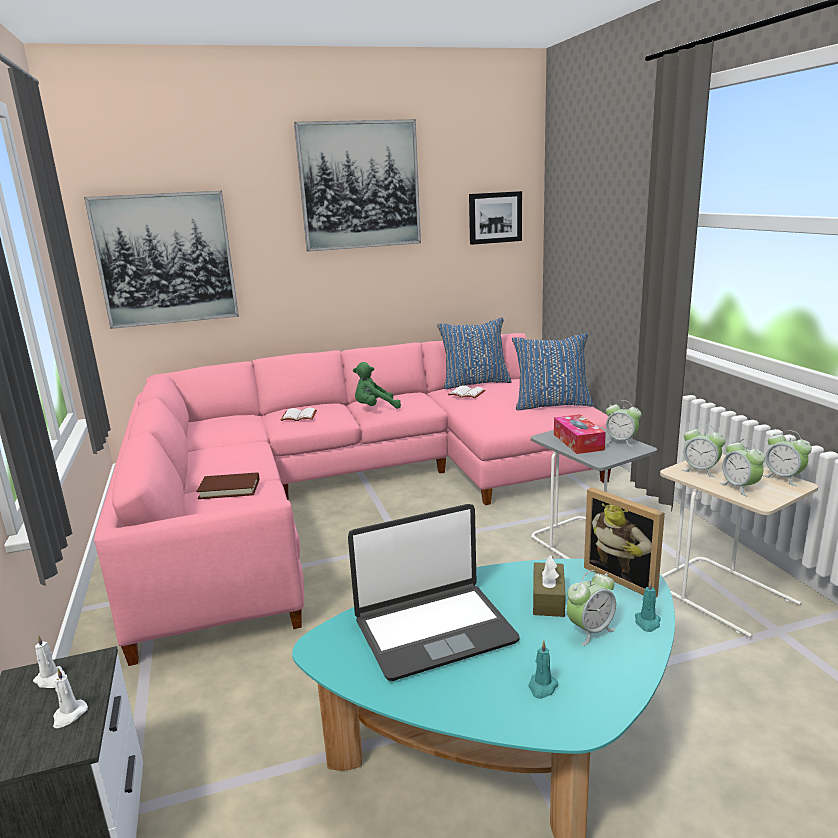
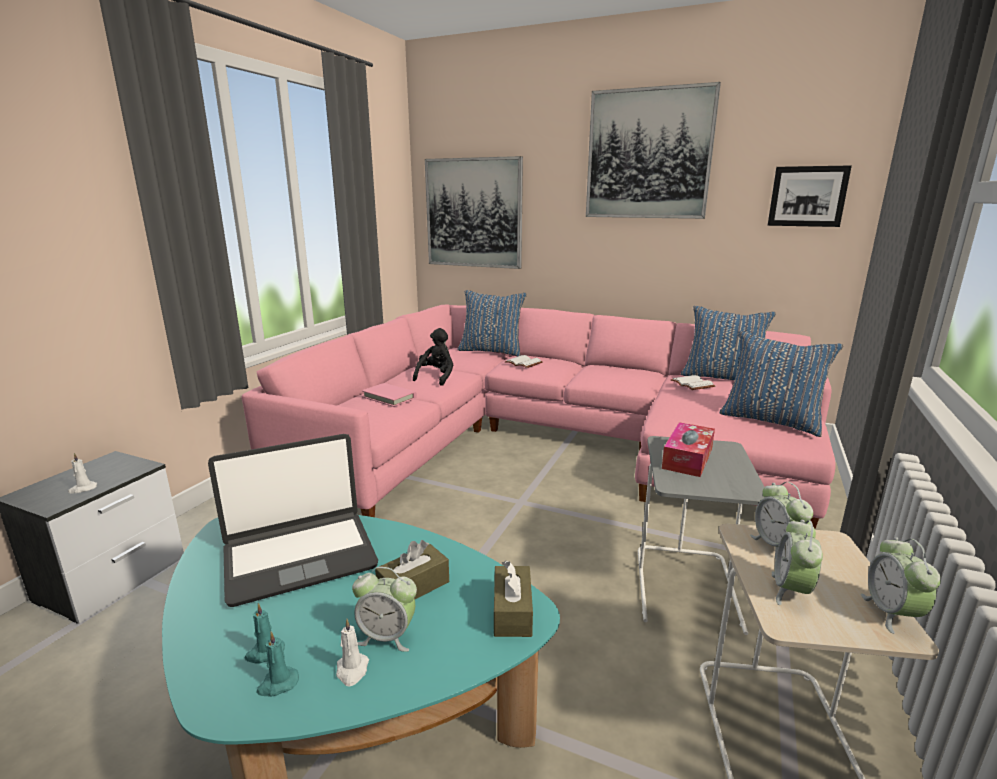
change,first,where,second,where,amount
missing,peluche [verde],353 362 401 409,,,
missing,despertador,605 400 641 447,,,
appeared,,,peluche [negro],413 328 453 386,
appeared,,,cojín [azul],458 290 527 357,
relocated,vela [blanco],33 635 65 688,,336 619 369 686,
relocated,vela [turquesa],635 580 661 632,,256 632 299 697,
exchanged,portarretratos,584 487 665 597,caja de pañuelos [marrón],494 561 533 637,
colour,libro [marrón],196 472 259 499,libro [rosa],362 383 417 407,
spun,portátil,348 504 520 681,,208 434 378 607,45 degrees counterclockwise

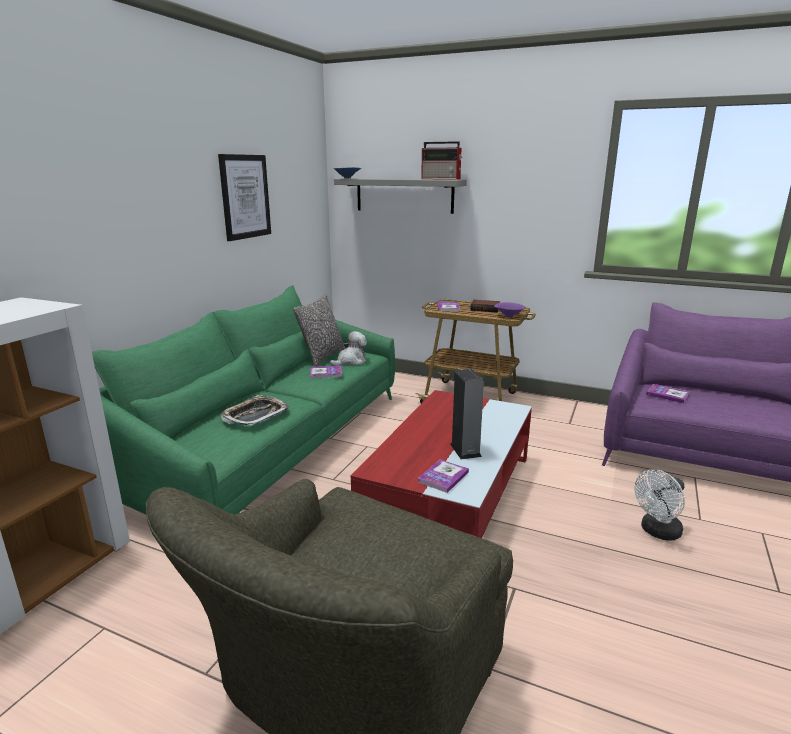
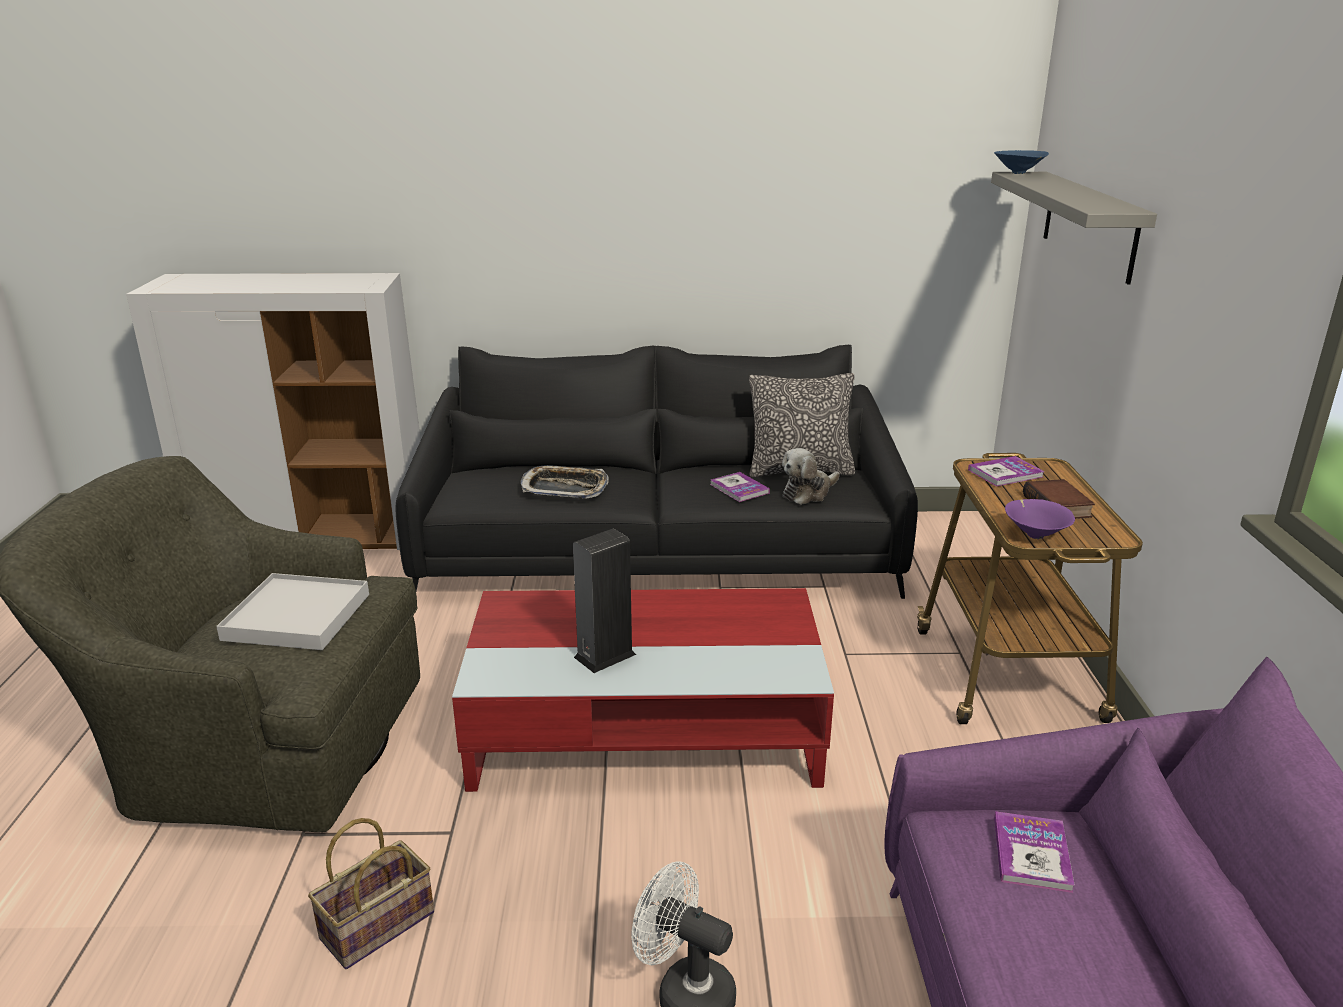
change,first,where,second,where,amount
missing,cuadro,218 154 271 241,,,
missing,libro,418 459 469 493,,,
missing,radio,421 141 462 180,,,
appeared,,,bandeja [blanco],216 573 369 650,
appeared,,,cesta,308 818 434 969,
colour,sofá [verde],92 285 395 514,sofá [negro],396 345 918 599,
spun,peluche,330 331 367 366,,782 448 840 505,120 degrees clockwise

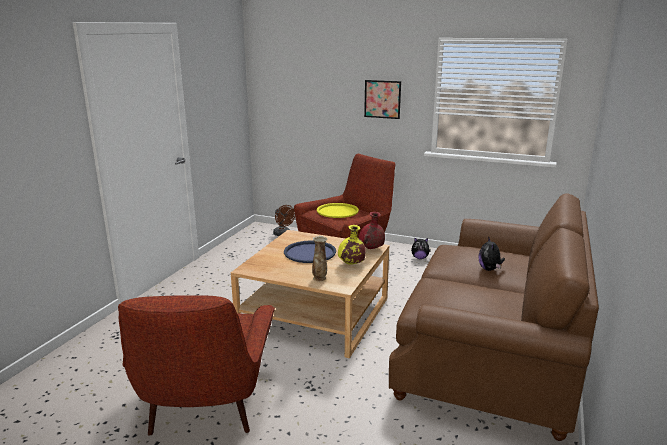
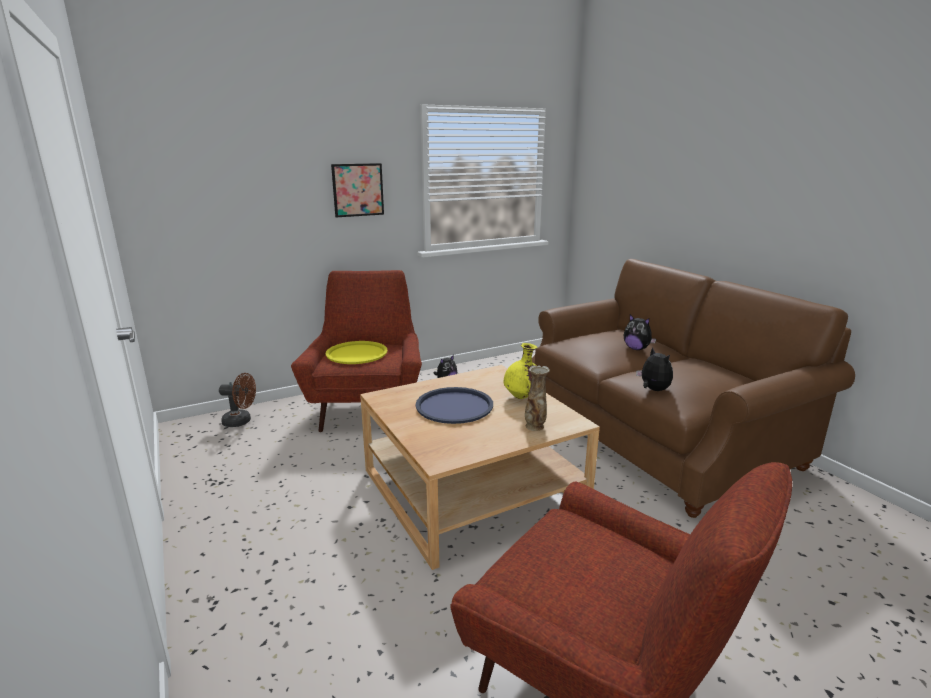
change,first,where,second,where,amount
missing,florero [rojo],359 212 385 249,,,
appeared,,,peluche,636 347 673 391,

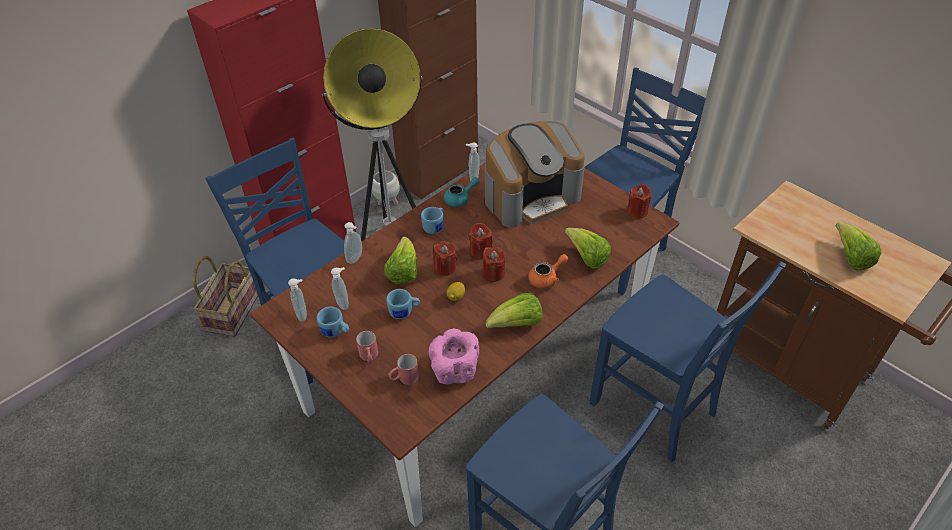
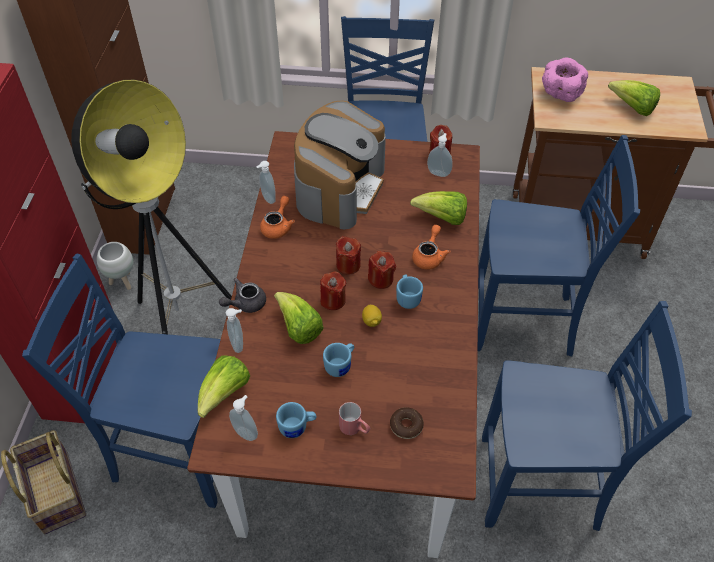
change,first,where,second,where,amount
appeared,,,tetera [gris],219 278 266 313,
relocated,dispensador de jabón,331 267 349 310,,427 133 453 177,
relocated,taza grande [azul],421 207 443 234,,396 275 423 309,
relocated,cuenco [rosa],429 328 479 385,,542 58 588 102,
relocated,lechuga,485 293 543 328,,198 355 250 418,
exchanged,taza grande [rojo],388 354 419 385,rosquilla,390 407 424 439,
colour,tetera [turquesa],444 177 480 207,tetera [naranja],260 196 295 239,

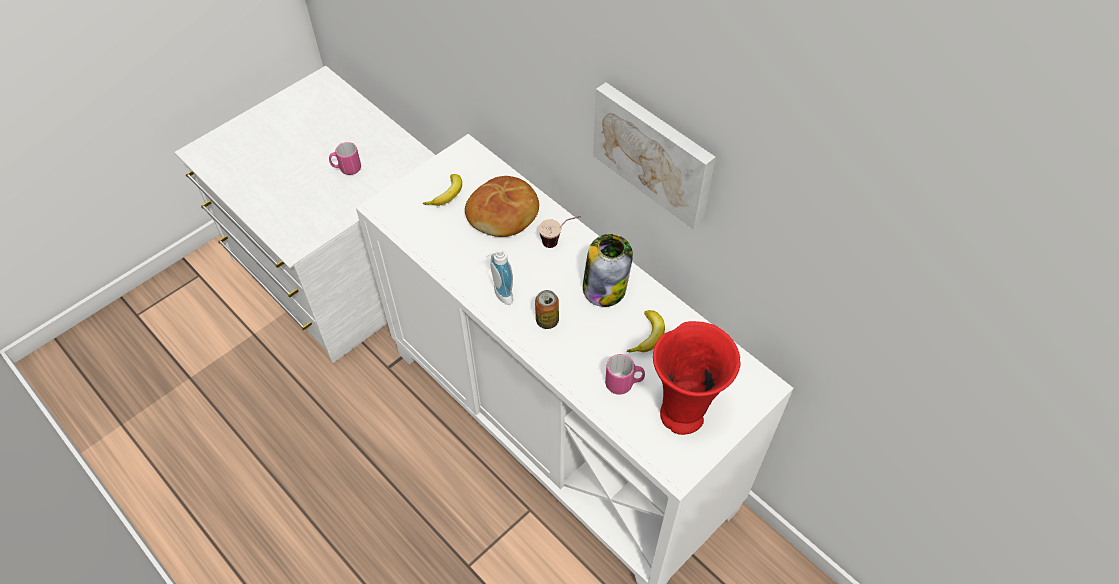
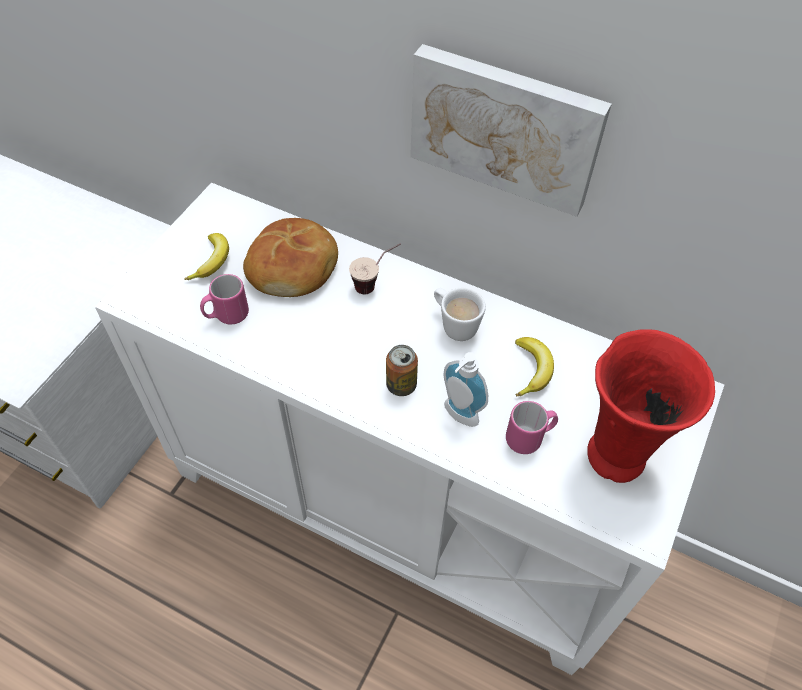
change,first,where,second,where,amount
relocated,taza grande [rosa],329 142 361 175,,200 274 249 324,
relocated,dispensador de jabón,485 246 513 305,,444 352 488 427,
exchanged,tarro,583 234 633 307,taza grande [blanco],434 288 486 341,

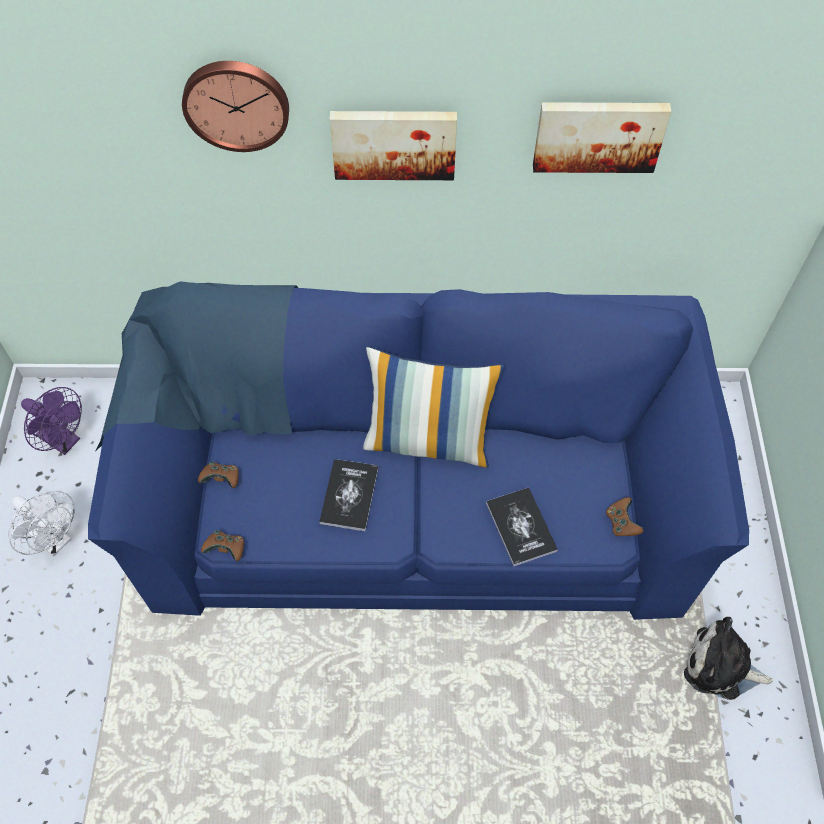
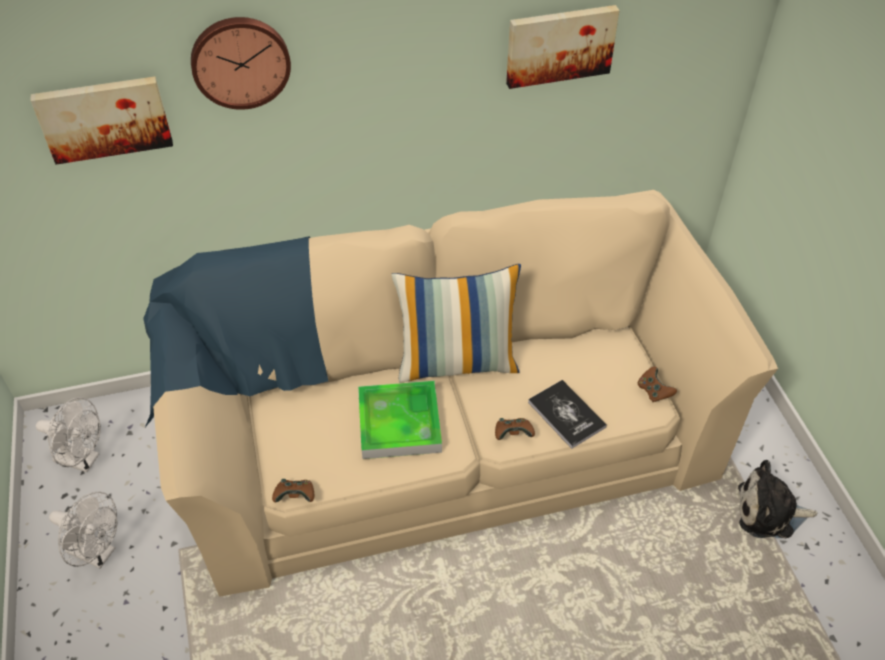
change,first,where,second,where,amount
relocated,mando de consola [marrón],198 461 239 488,,495 418 535 440,
relocated,cuadro,330 111 457 180,,30 76 173 165,
exchanged,libro,319 459 379 531,bandeja,358 381 442 459,
colour,ventilador [morado],21 387 82 455,ventilador [blanco],36 397 101 472,
colour,sofá [azul],88 281 749 620,sofá [beis],143 190 778 597,

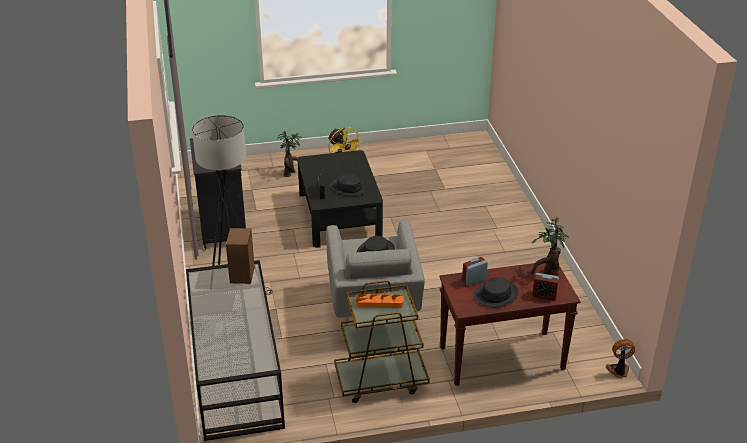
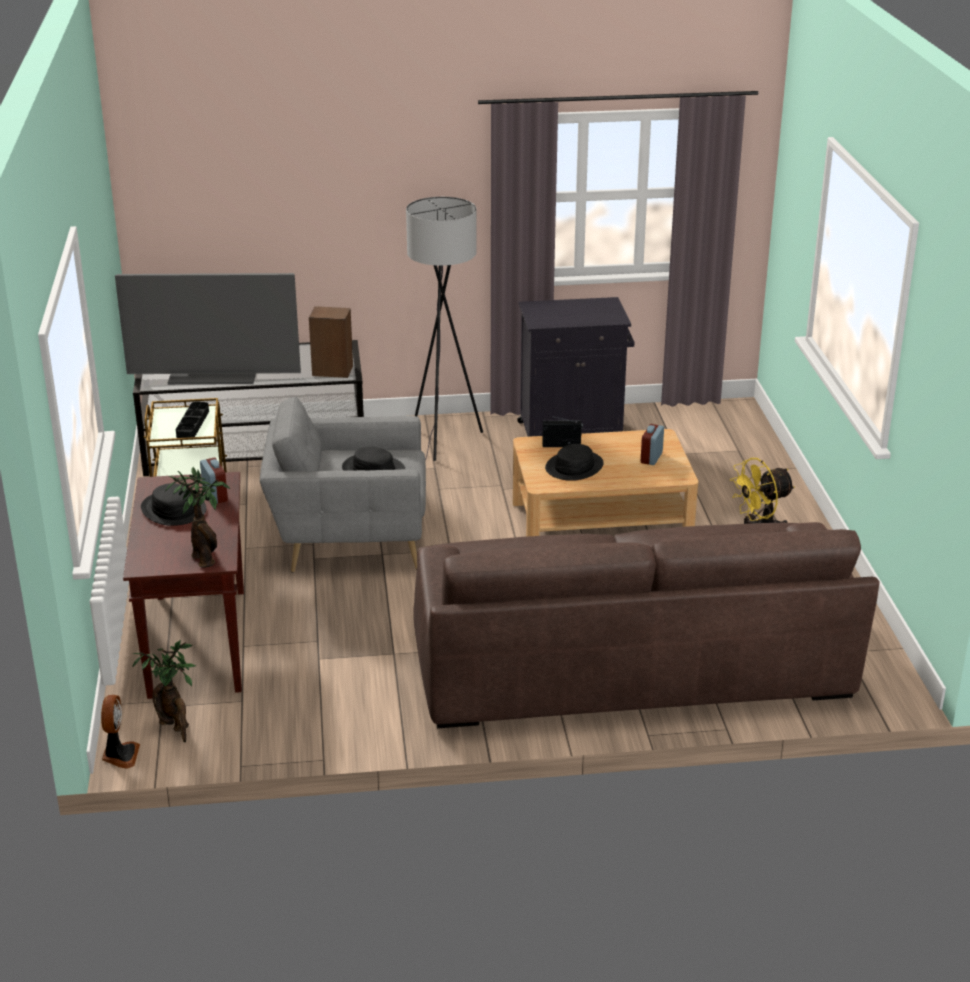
change,first,where,second,where,amount
appeared,,,televisor,115 273 301 385,
appeared,,,sofá [marrón],413 522 880 728,
relocated,planta en maceta,277 131 302 177,,132 640 196 742,
relocated,despertador,532 273 559 300,,641 424 664 465,
colour,mesa de centro [negro],297 150 383 248,mesa de centro [beis],513 429 699 537,
colour,bandeja [naranja],356 294 404 308,bandeja [negro],176 402 209 438,

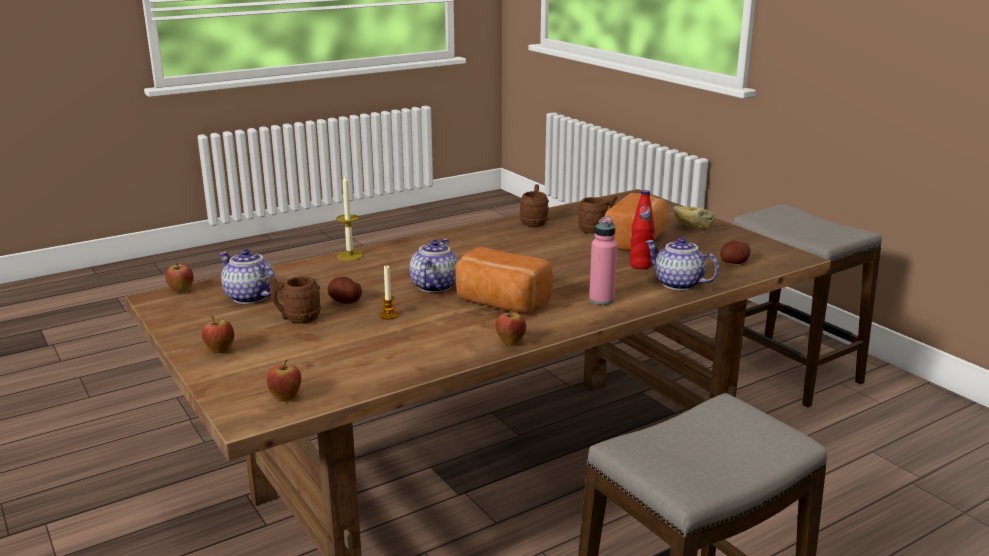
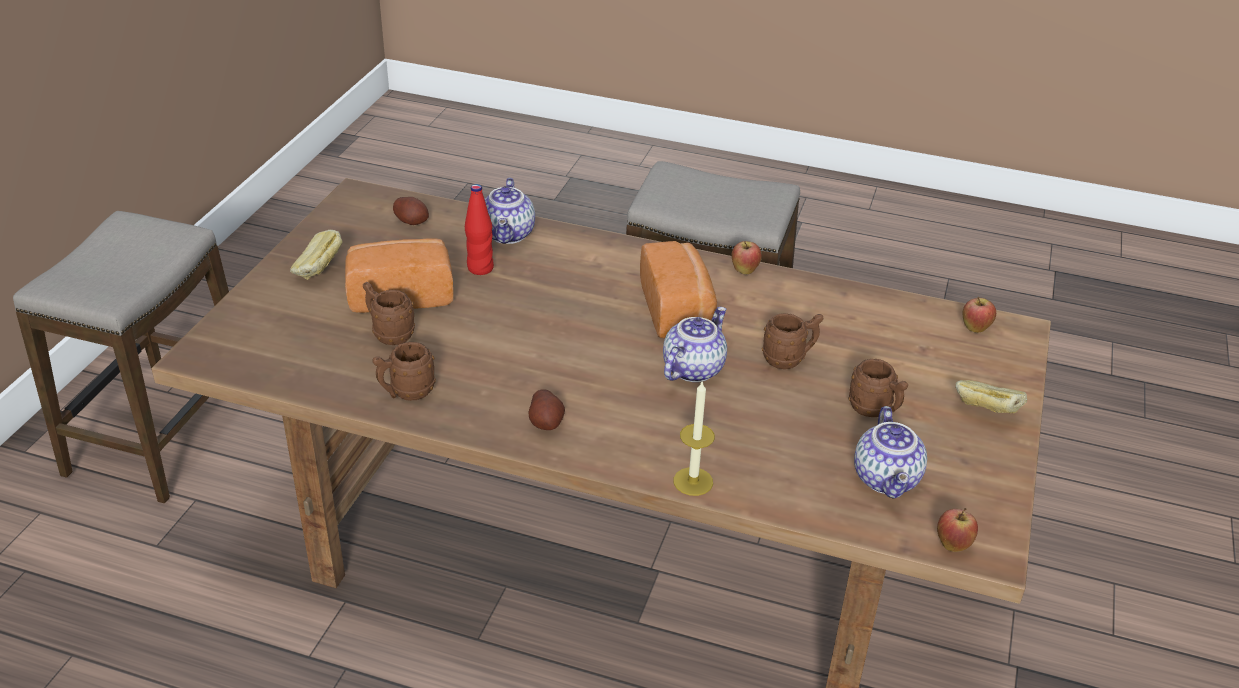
change,first,where,second,where,amount
missing,botella [rosa],589 216 618 305,,,
relocated,patata,328 277 362 304,,529 389 565 430,
exchanged,manzana,202 316 234 353,pan,955 380 1027 414,
exchanged,vela,380 264 398 320,taza grande [marrón],762 313 823 369,
spun,tetera,410 239 459 293,,663 307 727 382,150 degrees clockwise

